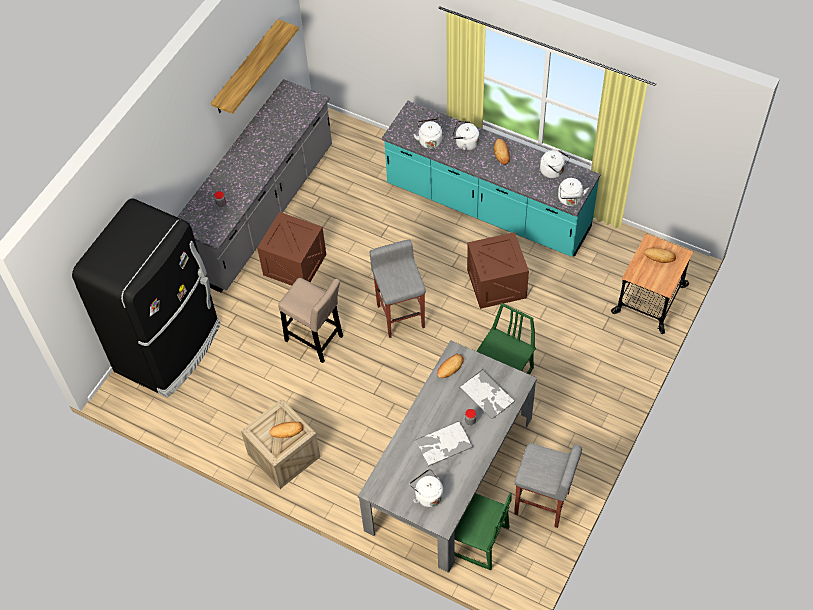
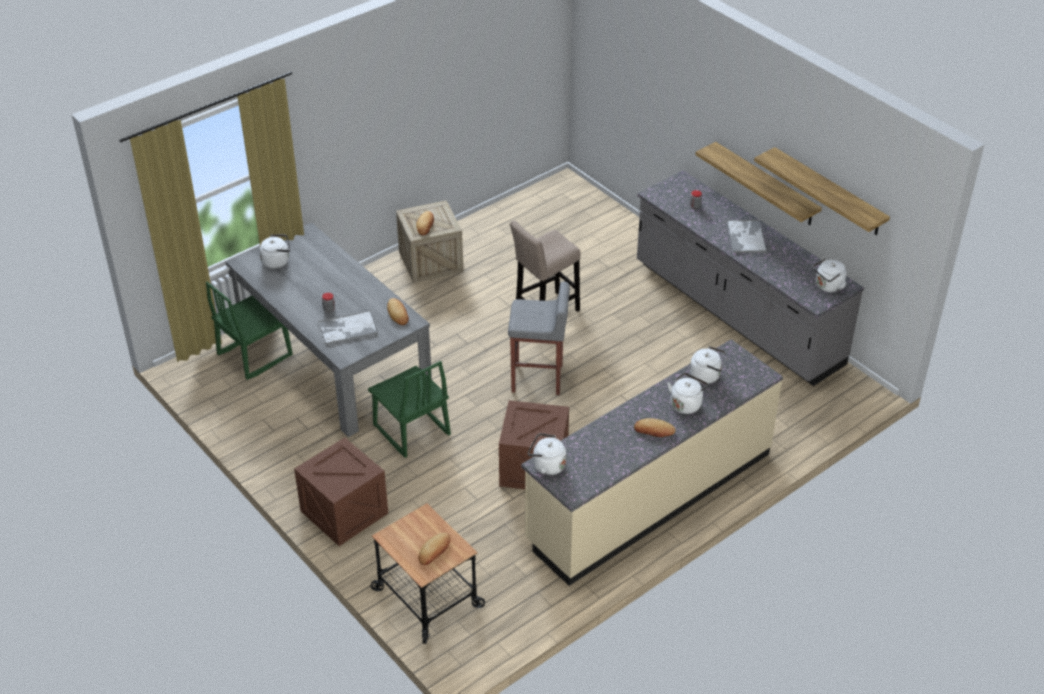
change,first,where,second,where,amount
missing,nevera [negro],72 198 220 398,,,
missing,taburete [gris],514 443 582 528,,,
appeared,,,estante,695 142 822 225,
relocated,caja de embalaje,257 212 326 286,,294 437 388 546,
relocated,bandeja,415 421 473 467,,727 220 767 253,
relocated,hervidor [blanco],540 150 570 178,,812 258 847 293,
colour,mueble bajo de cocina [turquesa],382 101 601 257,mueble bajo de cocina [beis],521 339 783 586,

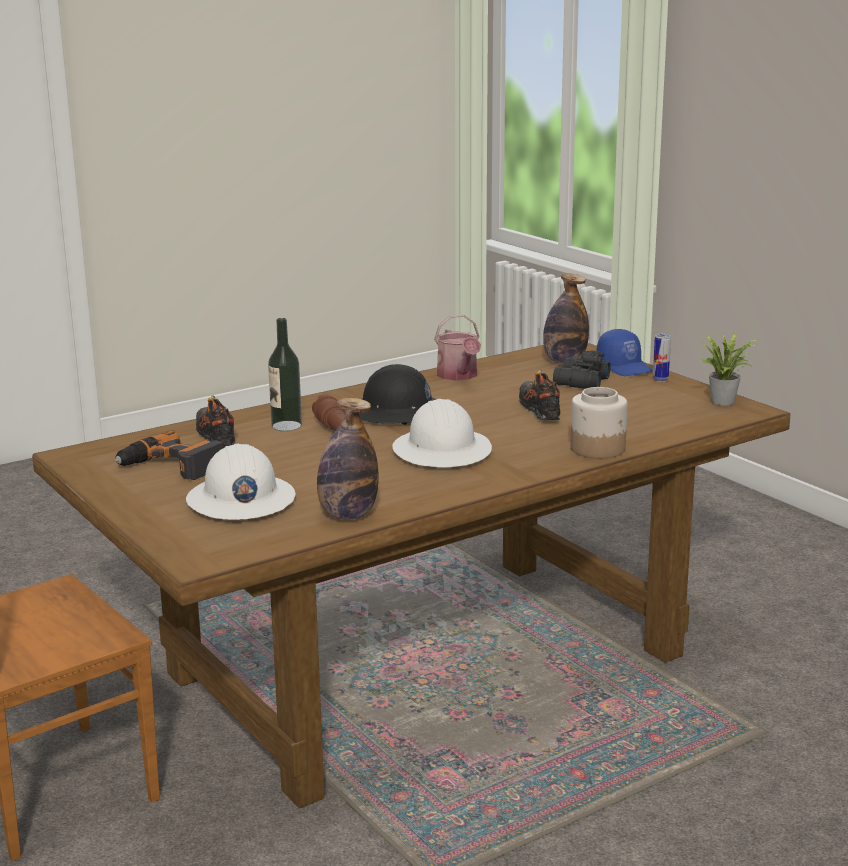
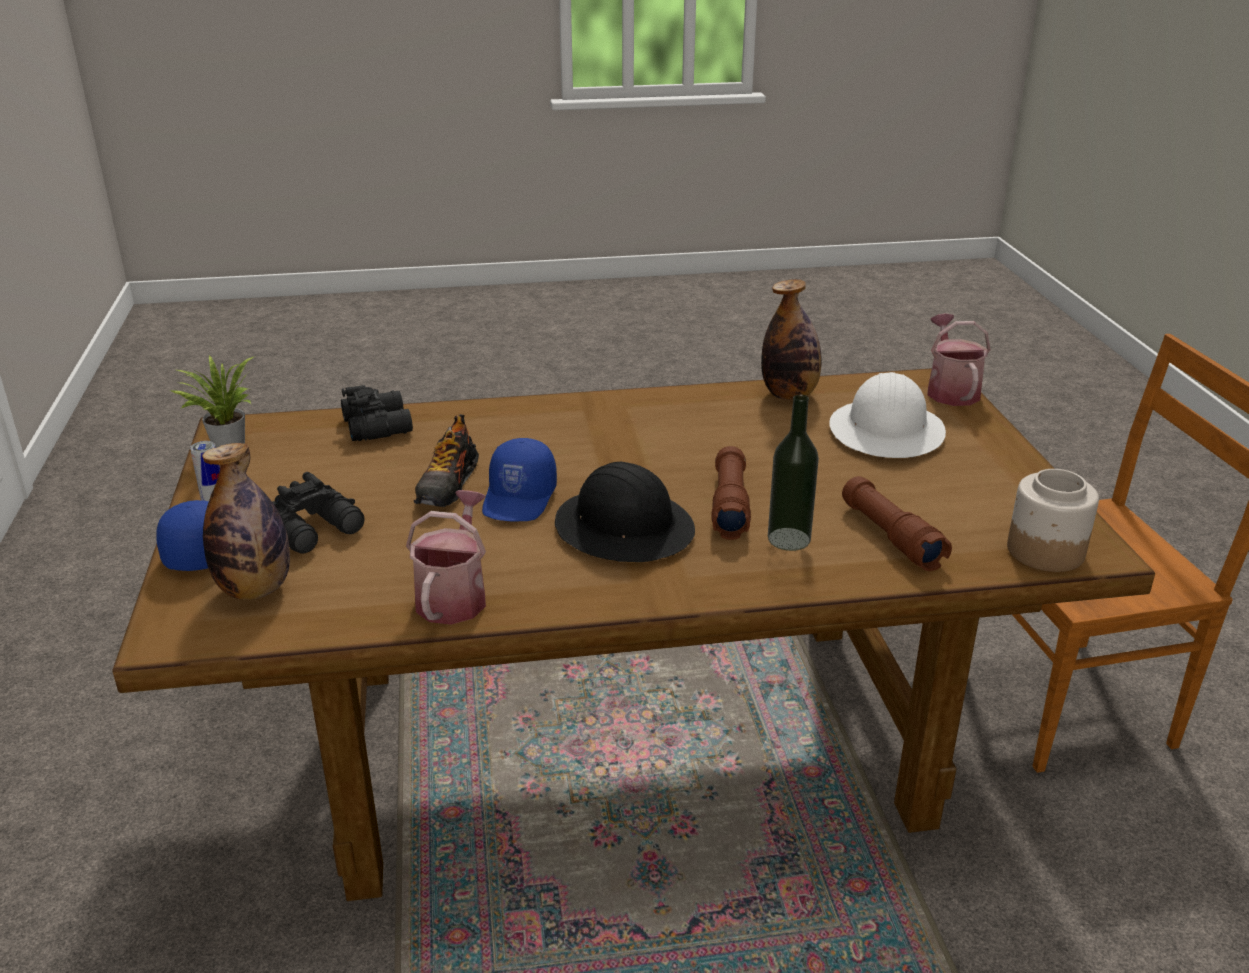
change,first,where,second,where,amount
missing,taladro,115 430 223 480,,,
missing,casco [blanco],392 399 492 467,,,
appeared,,,prismáticos [negro],341 385 413 441,
appeared,,,gorra [azul],482 438 557 521,
appeared,,,regadera,927 313 991 406,
relocated,tarro,570 387 628 458,,1007 469 1099 572,
exchanged,zapato,196 395 235 448,linterna [marrón],842 476 952 571,

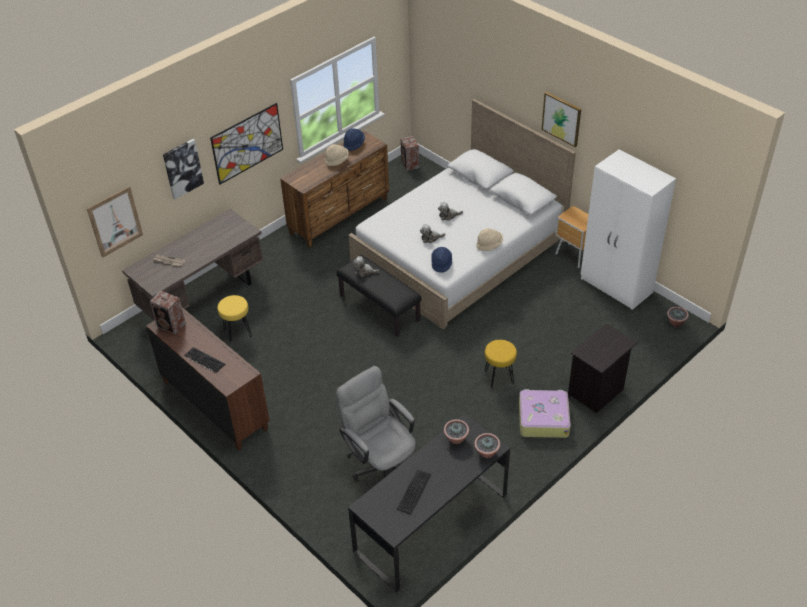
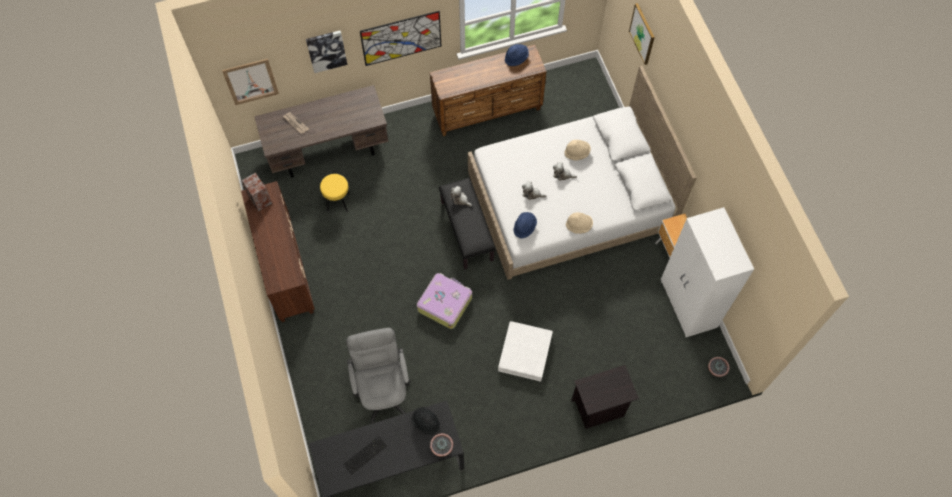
change,first,where,second,where,amount
missing,teclado,184 347 225 373,,,
missing,altavoz,400 136 419 171,,,
relocated,sombrero [beis],325 144 349 166,,564 140 591 160,
relocated,maleta,519 389 571 438,,417 273 472 329,
relocated,cuadro,541 92 581 147,,629 3 655 65,
exchanged,planta en maceta,444 419 469 444,sombrero [negro],411 407 440 435,
exchanged,taburete [amarillo],485 340 517 389,caja de almacenaje [blanco],498 321 553 382,

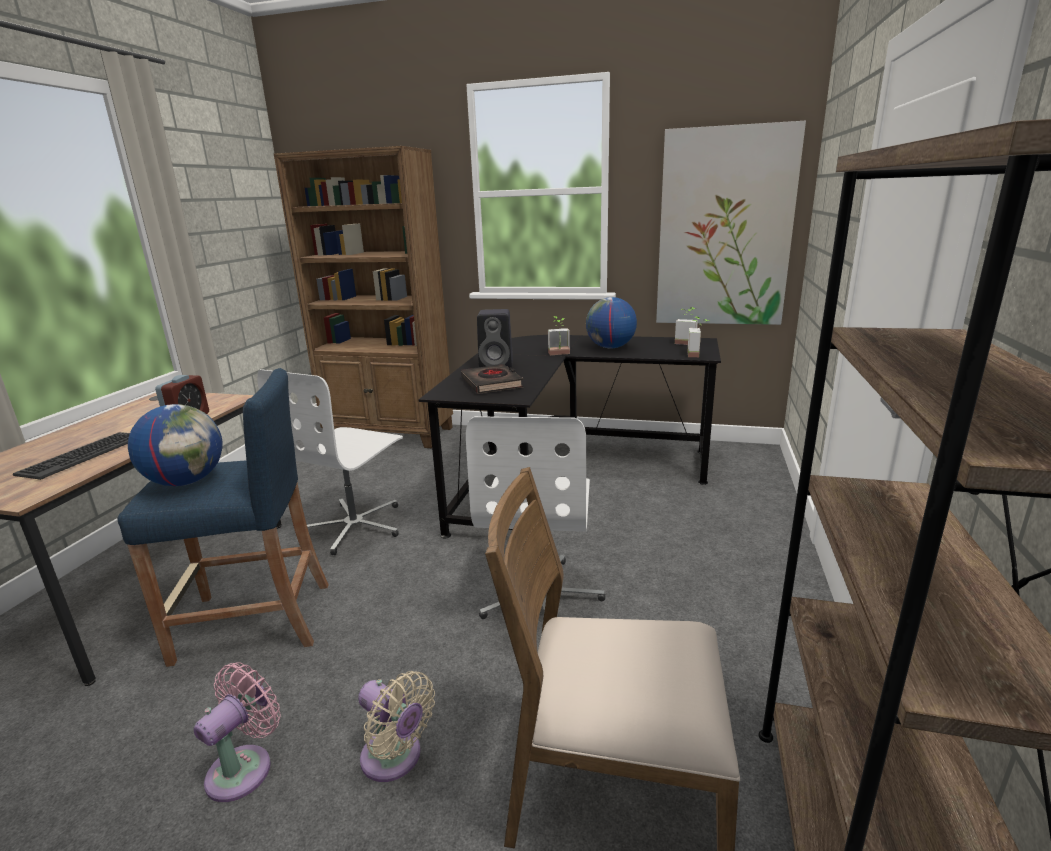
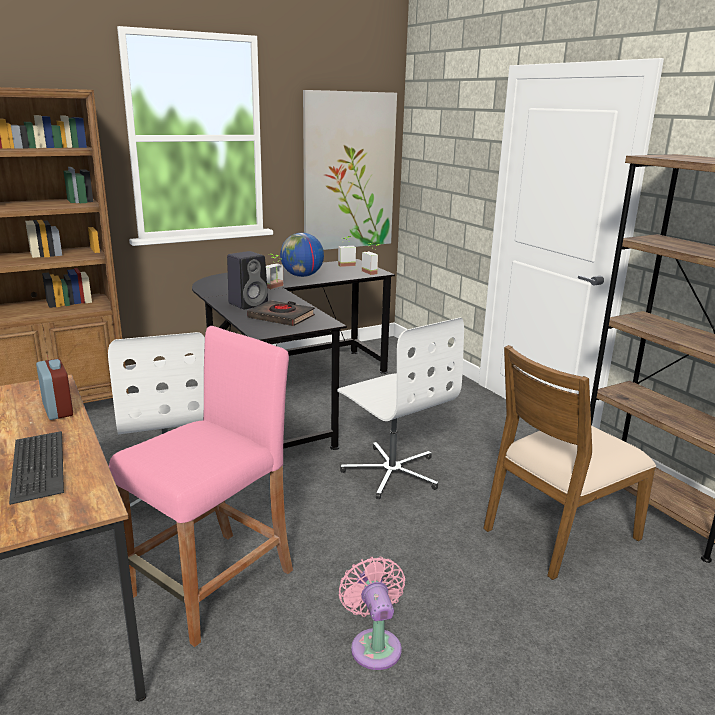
change,first,where,second,where,amount
missing,globo terráqueo,128 404 223 486,,,
missing,ventilador [beis],358 671 435 782,,,
colour,taburete [azul],117 368 329 667,taburete [rosa],109 326 293 647,

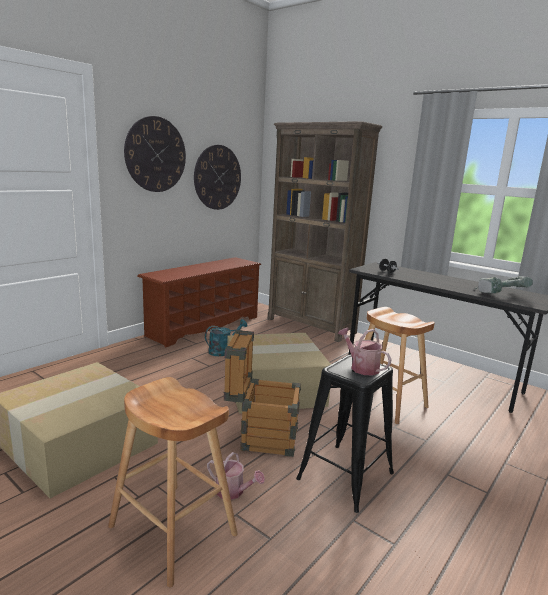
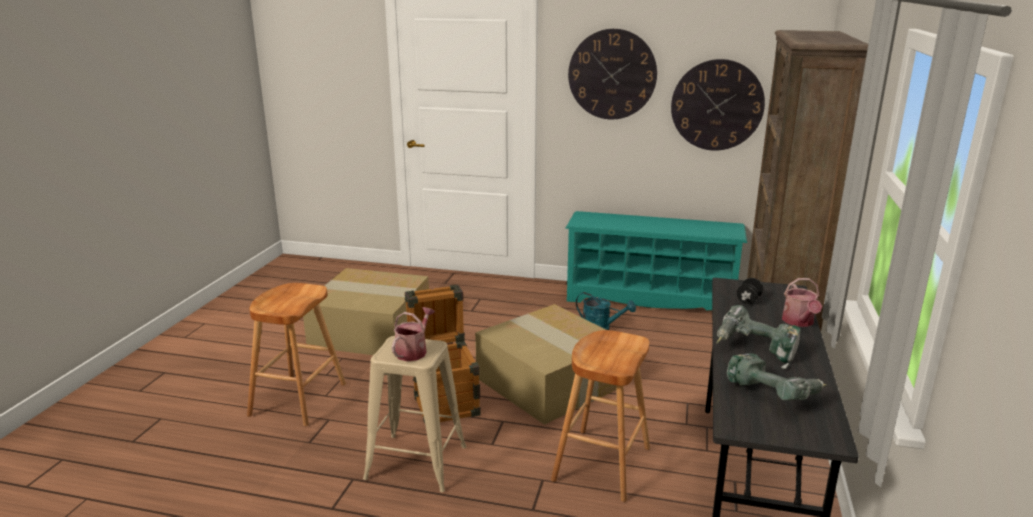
change,first,where,second,where,amount
appeared,,,taladro,716 305 801 369,
relocated,regadera,207 452 265 500,,782 278 823 327,
colour,zapatero [marrón],137 257 261 347,zapatero [turquesa],565 211 747 310,
colour,taburete [negro],296 355 394 513,taburete [beis],363 336 466 492,

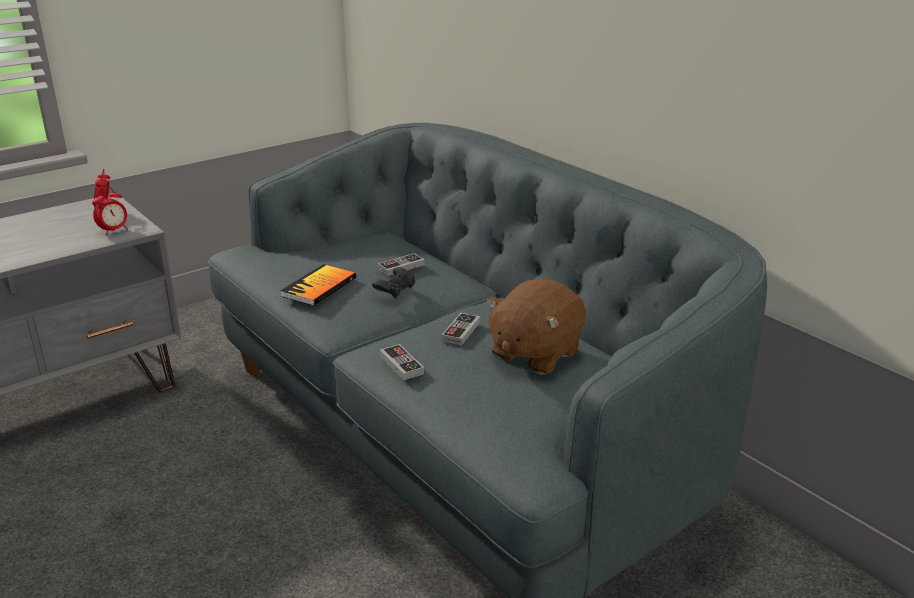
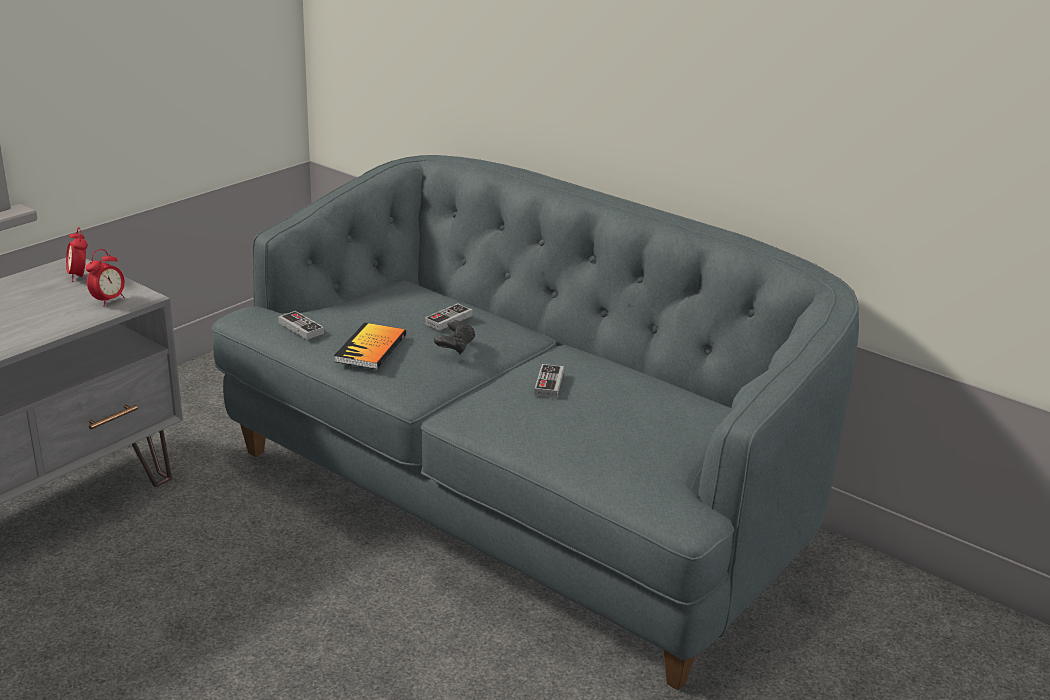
change,first,where,second,where,amount
missing,peluche [marrón],486 279 586 374,,,
relocated,mando de consola,380 344 424 380,,278 311 324 340,

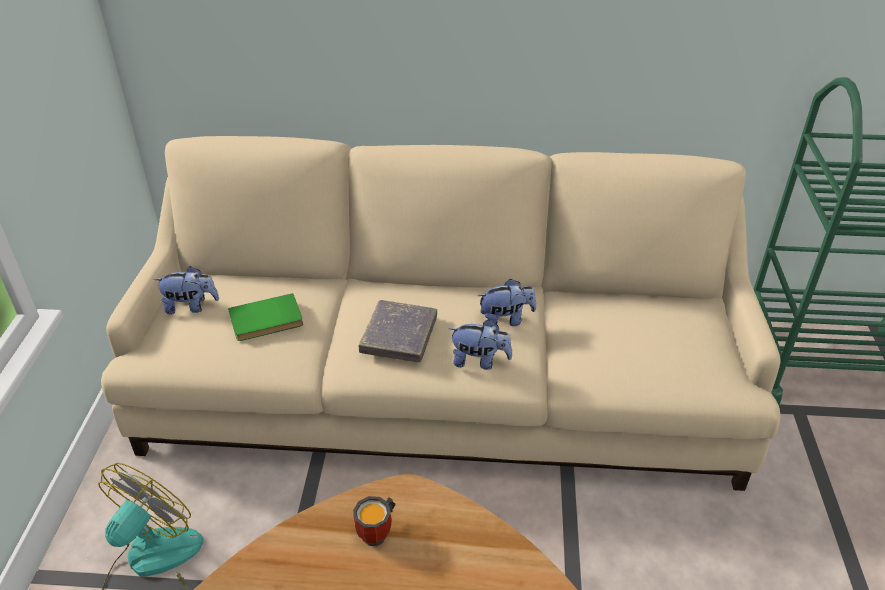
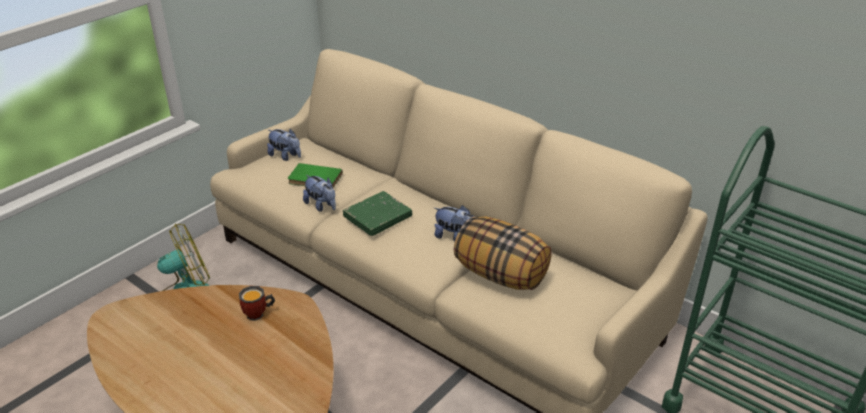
change,first,where,second,where,amount
appeared,,,cojín,454 217 552 290,
relocated,peluche,449 319 512 370,,303 175 336 212,
colour,libro [gris],359 300 437 362,libro [verde],343 191 412 236,

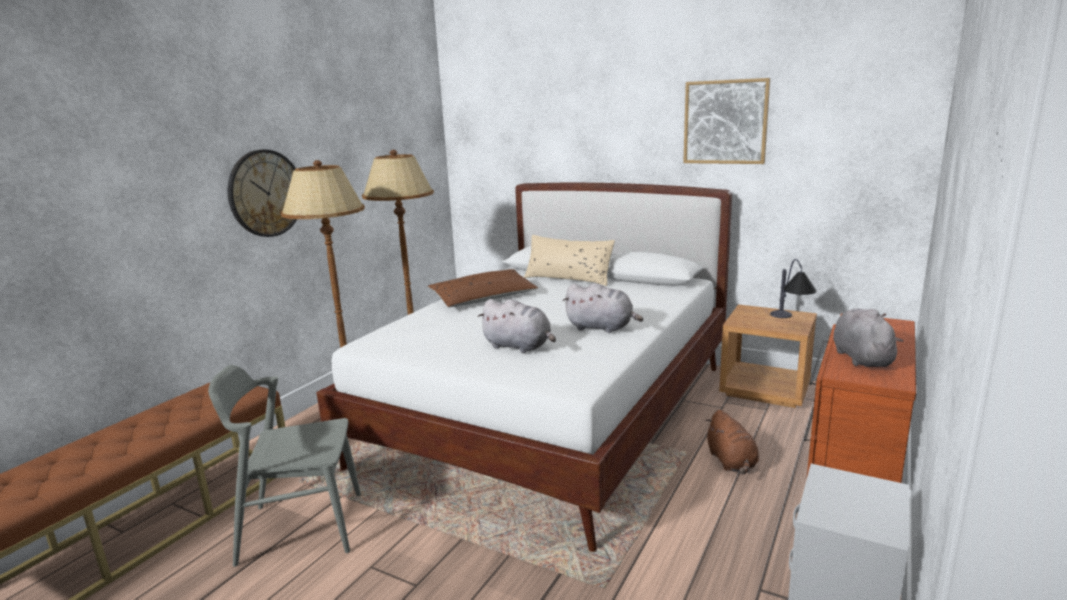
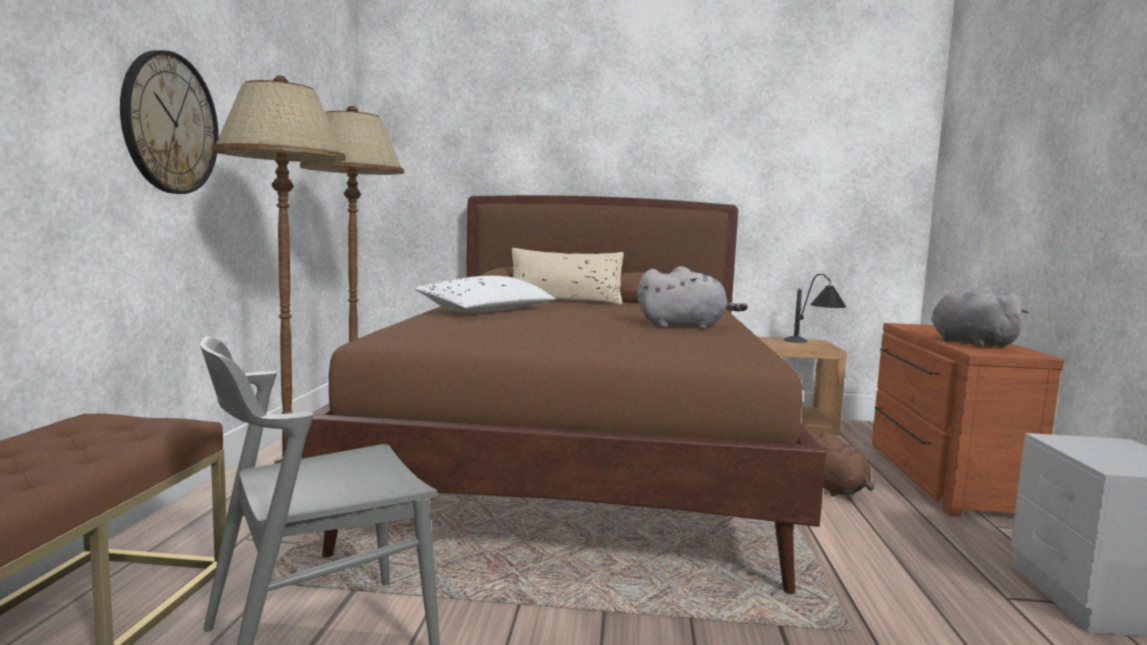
change,first,where,second,where,amount
missing,peluche [gris],477 299 556 353,,,
missing,cuadro,683 78 770 164,,,
colour,cama [blanco],316 183 732 552,cama [marrón],302 195 826 594,
colour,cojín [marrón],427 269 538 307,cojín [blanco],414 276 556 313,

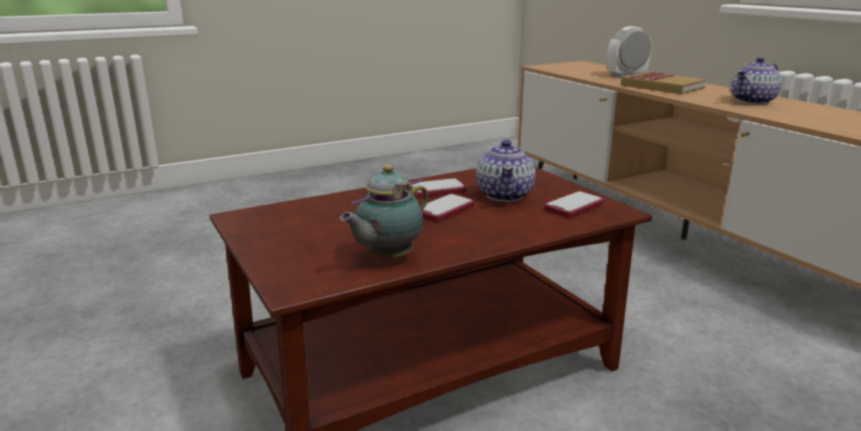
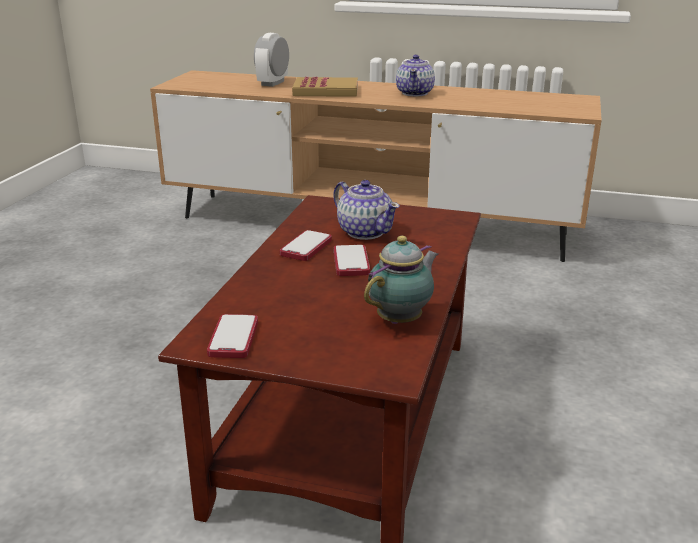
change,first,where,second,where,amount
relocated,móvil,544 191 604 218,,207 314 258 358,
spun,tetera,340 165 429 260,,364 236 438 324,135 degrees counterclockwise

